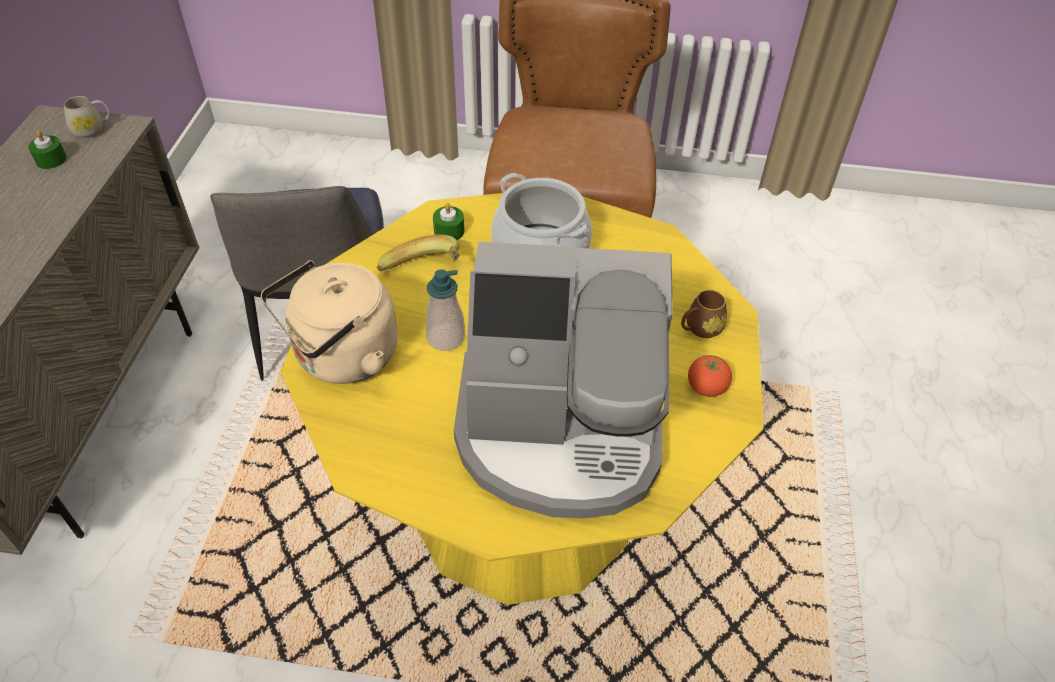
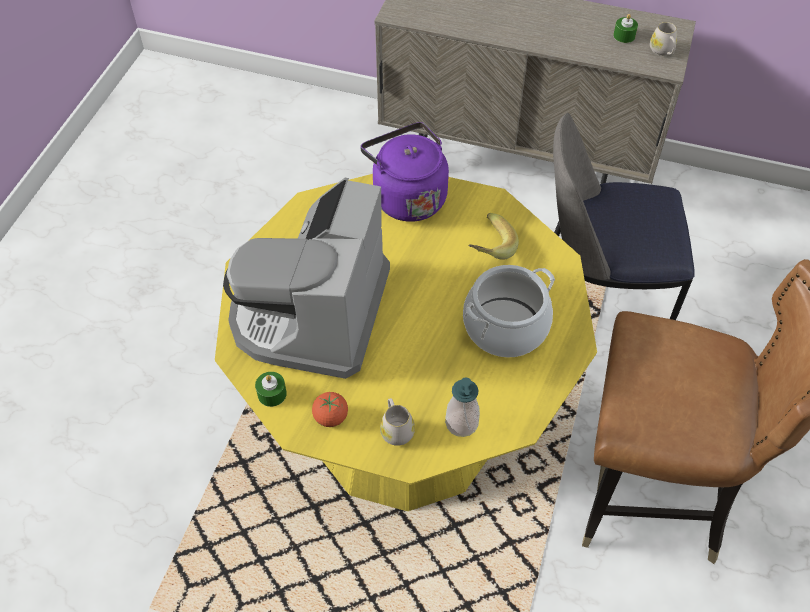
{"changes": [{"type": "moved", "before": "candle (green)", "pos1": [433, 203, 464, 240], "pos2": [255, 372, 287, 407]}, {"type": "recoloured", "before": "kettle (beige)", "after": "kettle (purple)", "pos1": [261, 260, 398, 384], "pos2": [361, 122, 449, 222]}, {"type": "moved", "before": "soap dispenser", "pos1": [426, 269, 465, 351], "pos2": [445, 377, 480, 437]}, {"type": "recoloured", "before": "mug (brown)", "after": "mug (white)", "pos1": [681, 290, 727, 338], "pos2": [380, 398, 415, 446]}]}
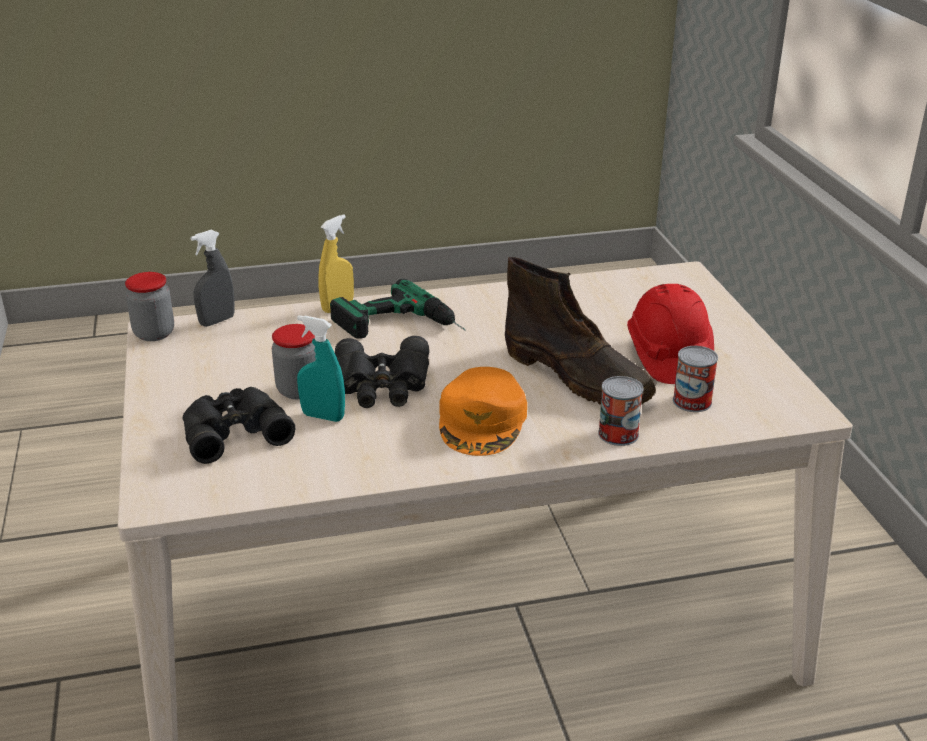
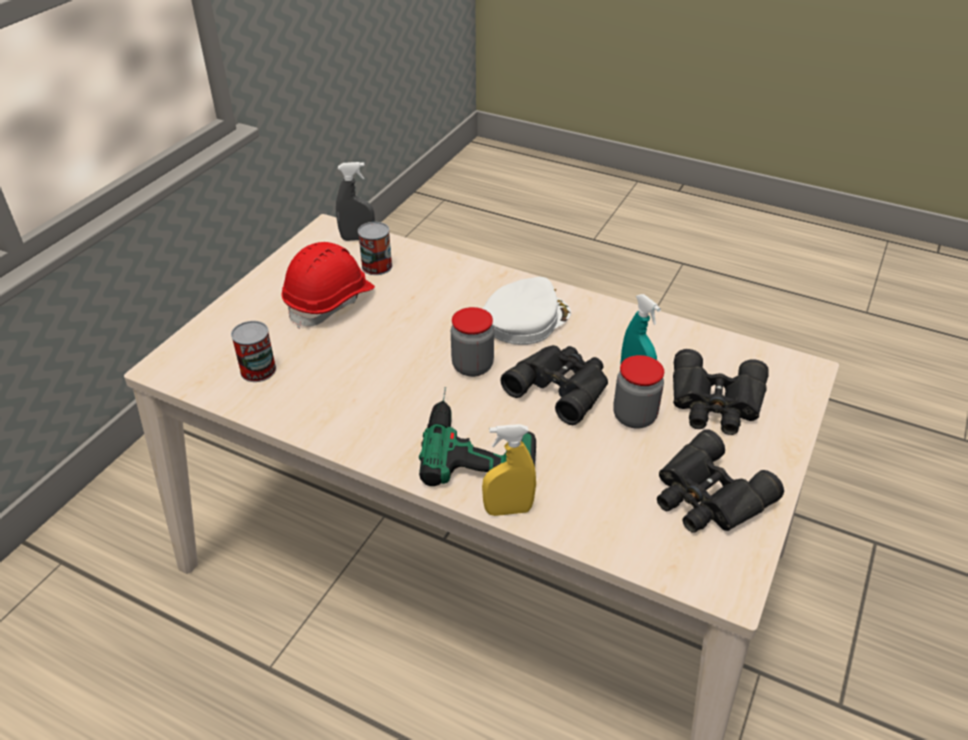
{"changes": [{"type": "moved", "before": "spray bottle (grey)", "pos1": [190, 230, 235, 327], "pos2": [336, 162, 375, 241]}, {"type": "removed", "before": "boot (brown)", "pos1": [505, 257, 656, 405]}, {"type": "moved", "before": "jar", "pos1": [125, 272, 174, 341], "pos2": [451, 307, 494, 377]}, {"type": "recoloured", "before": "cap (orange)", "after": "cap (white)", "pos1": [439, 367, 527, 456], "pos2": [482, 276, 571, 345]}, {"type": "moved", "before": "can", "pos1": [598, 376, 643, 446], "pos2": [231, 321, 276, 382]}, {"type": "added", "after": "binoculars (black)", "pos2": [657, 429, 784, 533]}]}
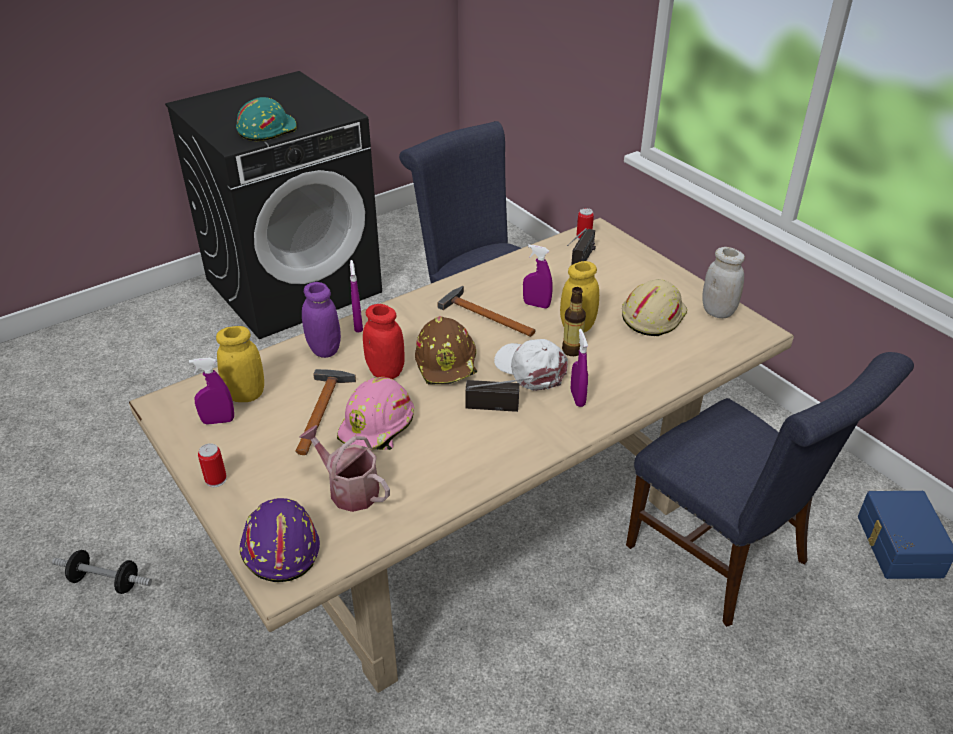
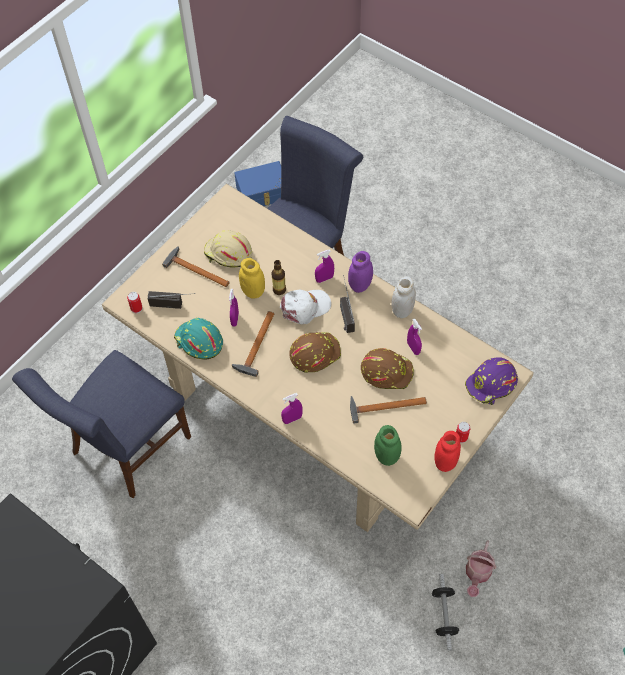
{"changes": [{"type": "moved", "before": "hard hat (turquoise)", "pos1": [236, 97, 297, 142], "pos2": [174, 318, 223, 360]}, {"type": "moved", "before": "jar (white)", "pos1": [702, 247, 745, 318], "pos2": [392, 276, 416, 318]}, {"type": "moved", "before": "jar (purple)", "pos1": [302, 282, 341, 358], "pos2": [348, 251, 373, 293]}, {"type": "moved", "before": "jar (red)", "pos1": [363, 304, 405, 379], "pos2": [434, 431, 461, 472]}, {"type": "recoloured", "before": "jar (yellow)", "after": "jar (green)", "pos1": [216, 326, 264, 402], "pos2": [374, 425, 402, 466]}, {"type": "turned", "before": "cap (white)", "pos1": [494, 339, 568, 391], "pos2": [280, 290, 331, 325], "turn": -150}, {"type": "moved", "before": "spray bottle (purple)", "pos1": [189, 358, 234, 425], "pos2": [407, 318, 422, 355]}, {"type": "recoloured", "before": "hard hat (pink)", "after": "hard hat (brown)", "pos1": [337, 377, 414, 450], "pos2": [361, 348, 414, 389]}, {"type": "moved", "before": "watering can", "pos1": [300, 425, 390, 512], "pos2": [466, 540, 496, 597]}, {"type": "added", "after": "hammer", "pos2": [162, 246, 230, 287]}]}
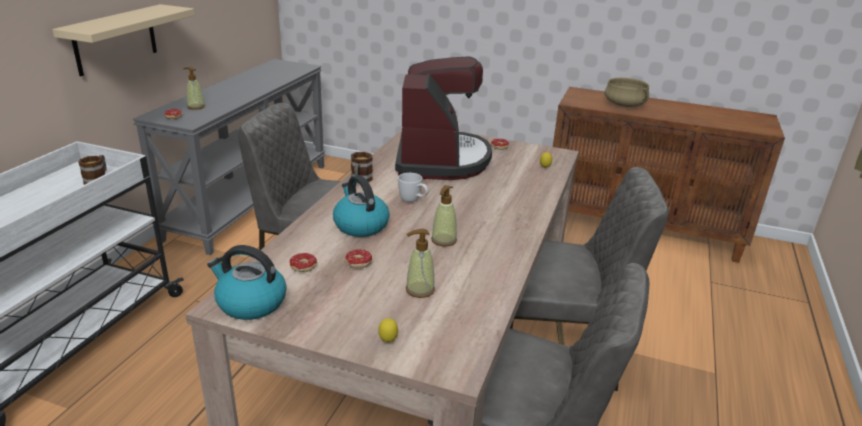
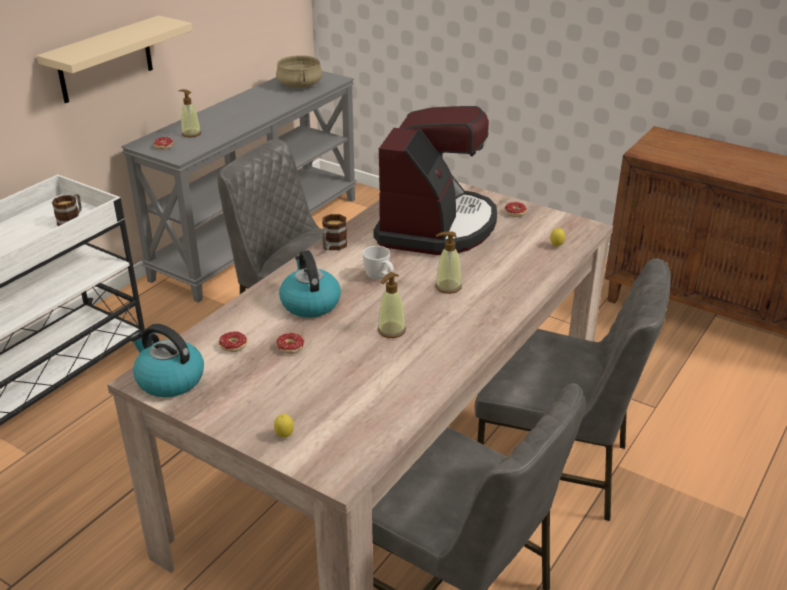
{"changes": [{"type": "moved", "before": "cooking pot (beige)", "pos1": [604, 78, 649, 107], "pos2": [276, 55, 322, 88]}, {"type": "moved", "before": "soap dispenser", "pos1": [406, 229, 435, 298], "pos2": [435, 231, 462, 294]}]}
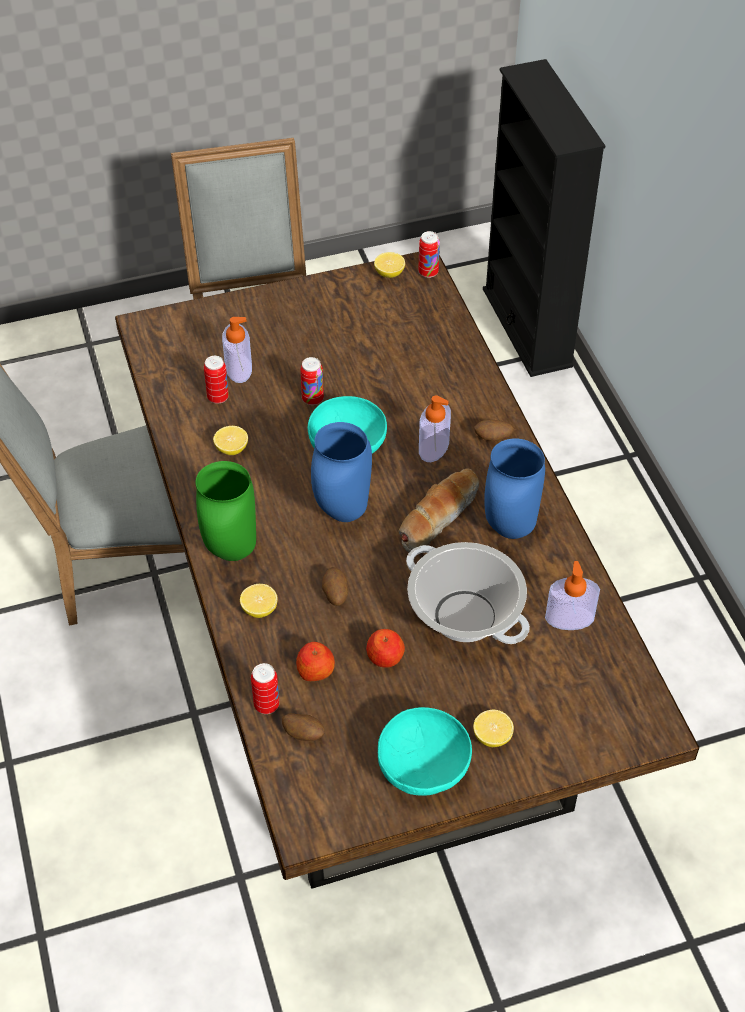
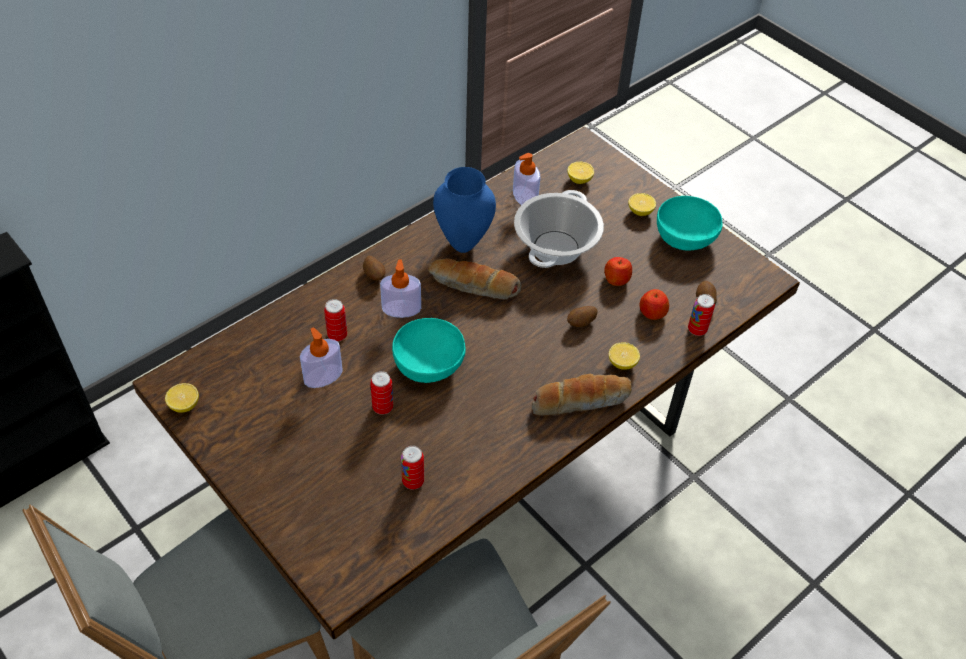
{"changes": [{"type": "moved", "before": "can", "pos1": [418, 231, 440, 278], "pos2": [324, 299, 347, 342]}, {"type": "moved", "before": "soap dispenser", "pos1": [222, 317, 252, 383], "pos2": [300, 328, 343, 388]}, {"type": "removed", "before": "vase (blue)", "pos1": [311, 422, 372, 522]}, {"type": "moved", "before": "lemon", "pos1": [213, 426, 248, 455], "pos2": [568, 162, 594, 184]}, {"type": "replaced", "before": "vase (green)", "after": "bread", "pos1": [195, 461, 256, 561], "pos2": [532, 374, 632, 416]}]}
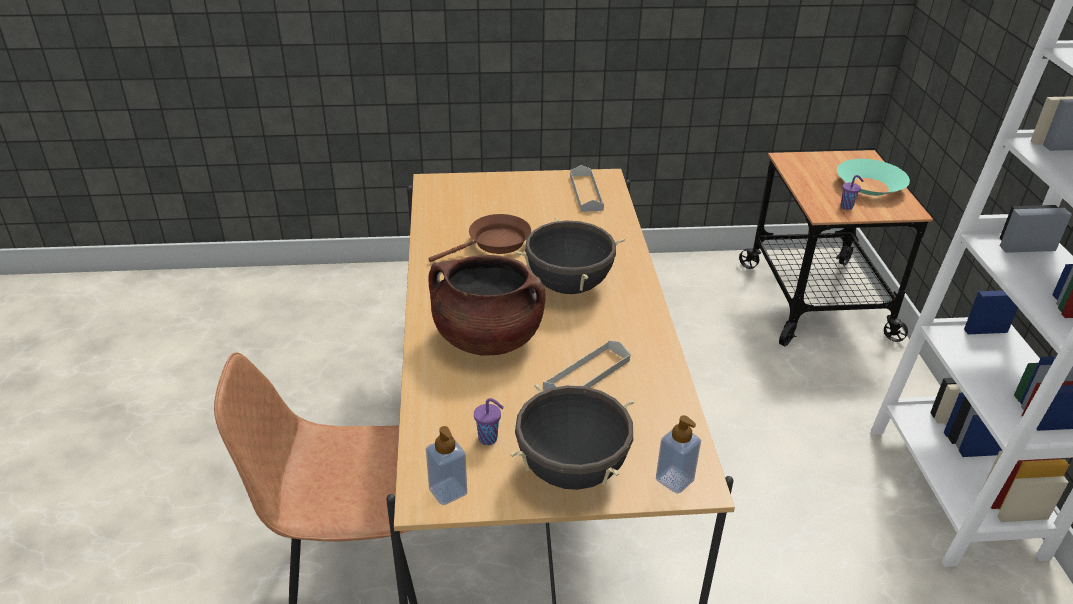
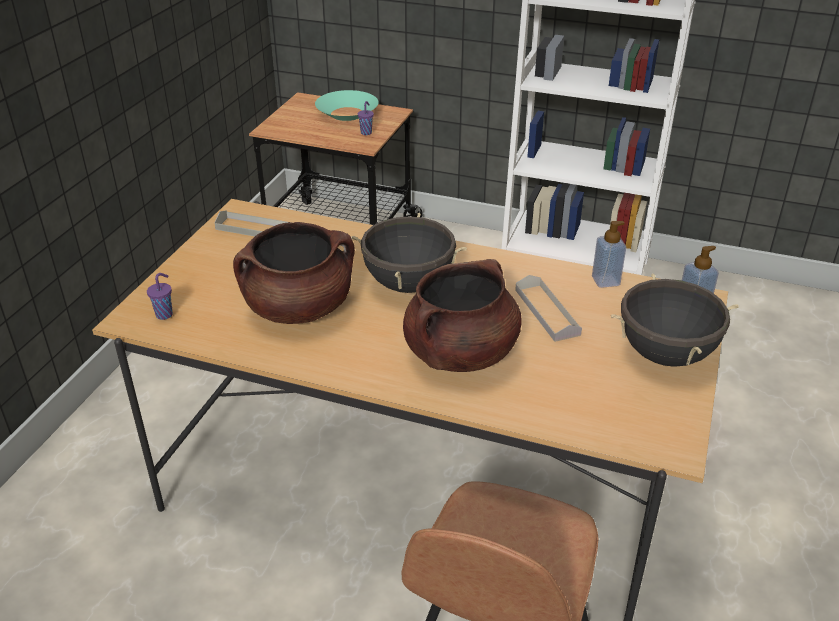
{"changes": [{"type": "replaced", "before": "frying pan (brown)", "after": "cooking pot (brown)", "pos1": [428, 214, 531, 262], "pos2": [233, 222, 355, 324]}, {"type": "moved", "before": "cup (purple)", "pos1": [474, 398, 504, 445], "pos2": [147, 273, 173, 320]}, {"type": "moved", "before": "soap dispenser", "pos1": [426, 426, 467, 505], "pos2": [592, 221, 626, 288]}]}
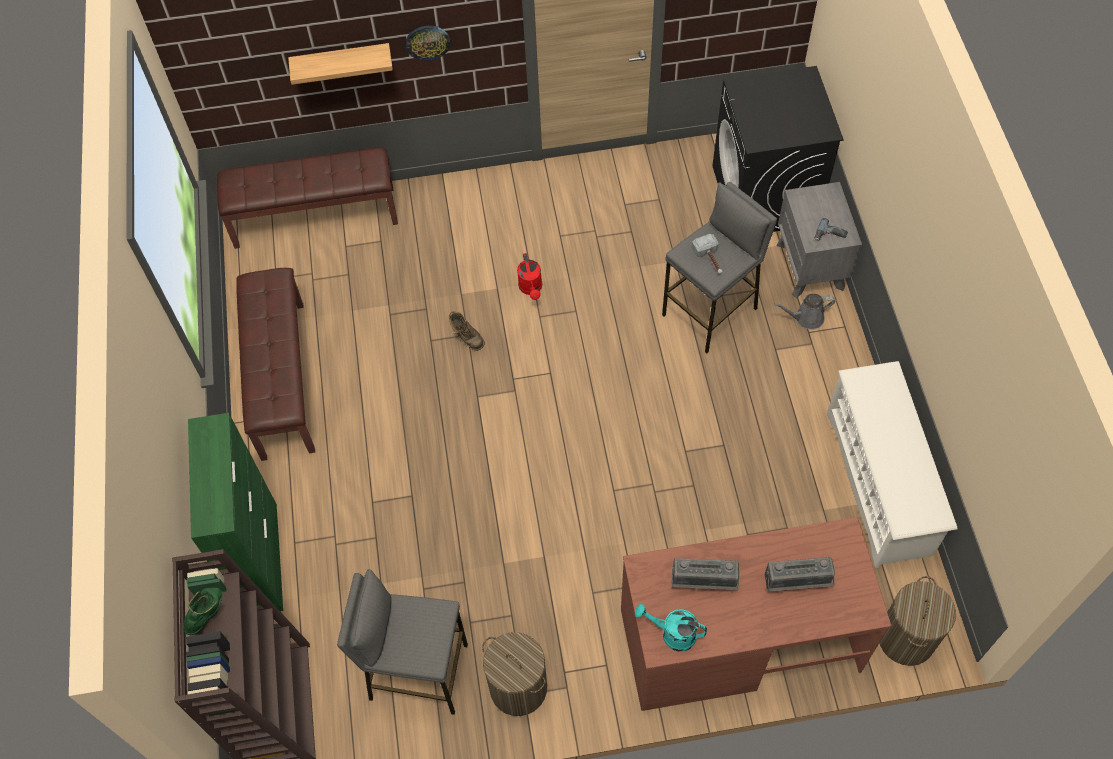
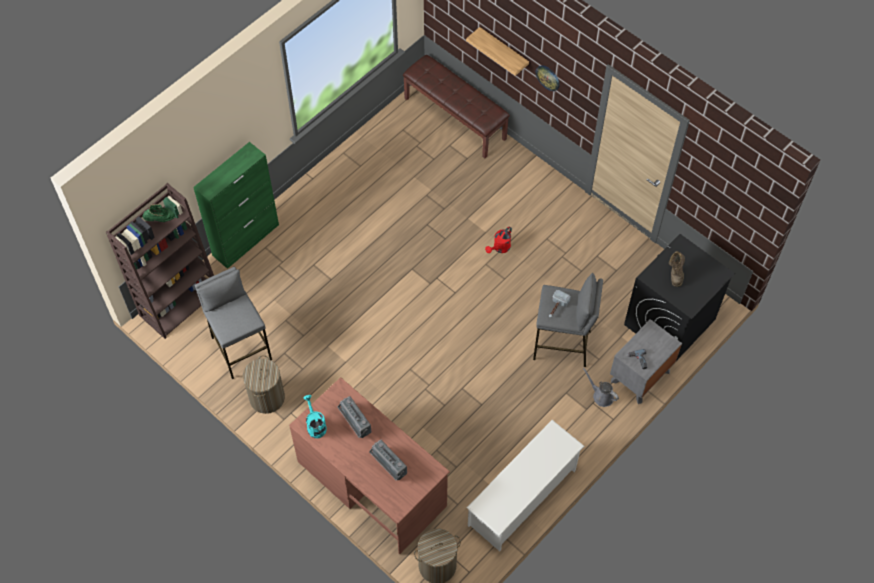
{"changes": [{"type": "removed", "before": "bench (brown)", "pos1": [236, 268, 315, 461]}, {"type": "moved", "before": "boot (brown)", "pos1": [449, 312, 485, 351], "pos2": [669, 251, 685, 287]}]}
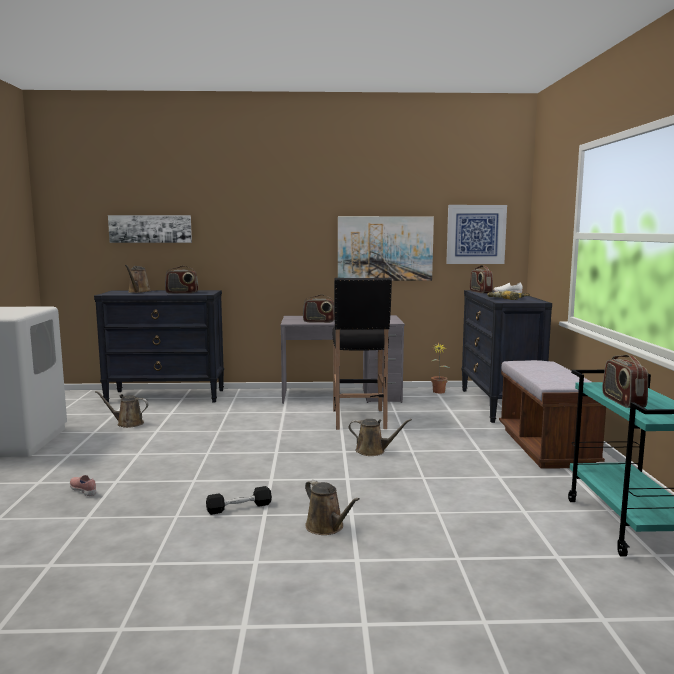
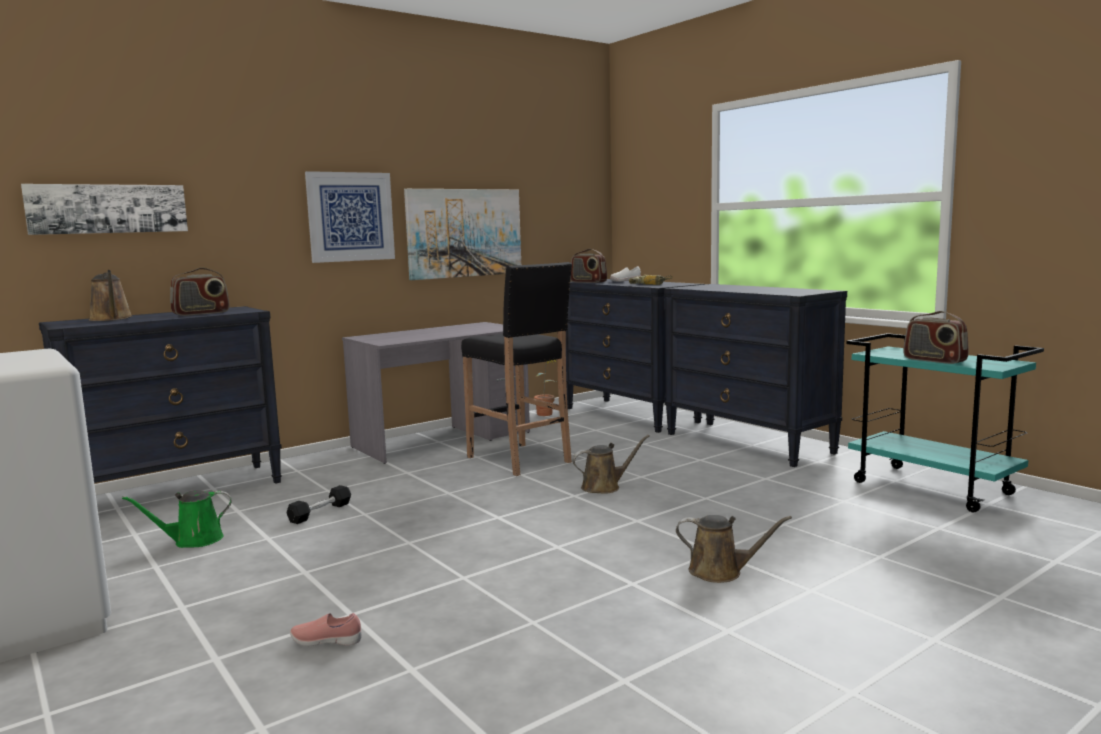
{"changes": [{"type": "moved", "before": "picture", "pos1": [446, 205, 507, 264], "pos2": [305, 171, 395, 263]}, {"type": "removed", "before": "radio", "pos1": [303, 294, 335, 323]}, {"type": "replaced", "before": "bench (brown)", "after": "dresser (black)", "pos1": [499, 360, 606, 469], "pos2": [664, 284, 847, 467]}, {"type": "recoloured", "before": "watering can (brown)", "after": "watering can (green)", "pos1": [95, 391, 149, 428], "pos2": [122, 490, 232, 548]}, {"type": "moved", "before": "dumbbell (black)", "pos1": [206, 486, 272, 515], "pos2": [286, 485, 351, 524]}]}
